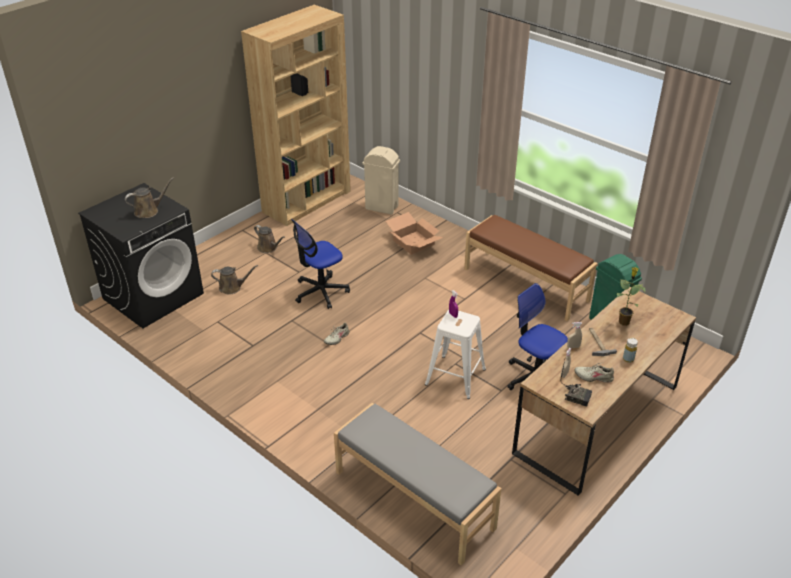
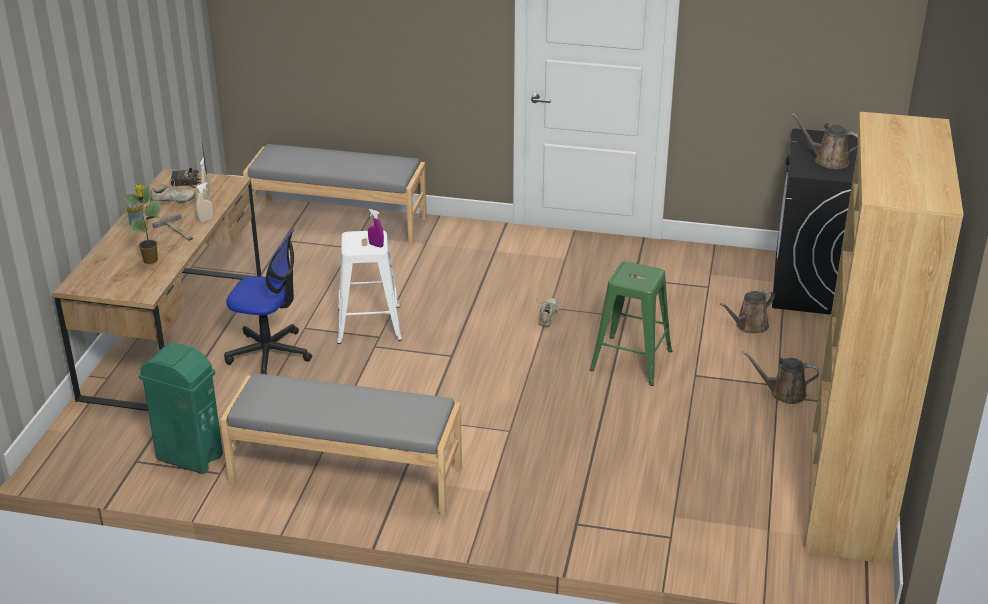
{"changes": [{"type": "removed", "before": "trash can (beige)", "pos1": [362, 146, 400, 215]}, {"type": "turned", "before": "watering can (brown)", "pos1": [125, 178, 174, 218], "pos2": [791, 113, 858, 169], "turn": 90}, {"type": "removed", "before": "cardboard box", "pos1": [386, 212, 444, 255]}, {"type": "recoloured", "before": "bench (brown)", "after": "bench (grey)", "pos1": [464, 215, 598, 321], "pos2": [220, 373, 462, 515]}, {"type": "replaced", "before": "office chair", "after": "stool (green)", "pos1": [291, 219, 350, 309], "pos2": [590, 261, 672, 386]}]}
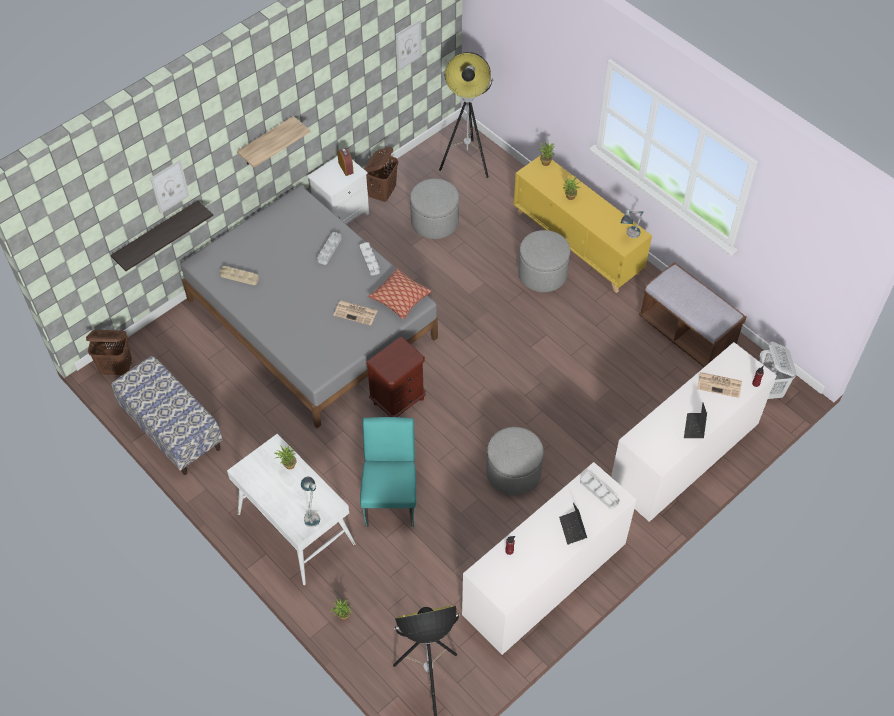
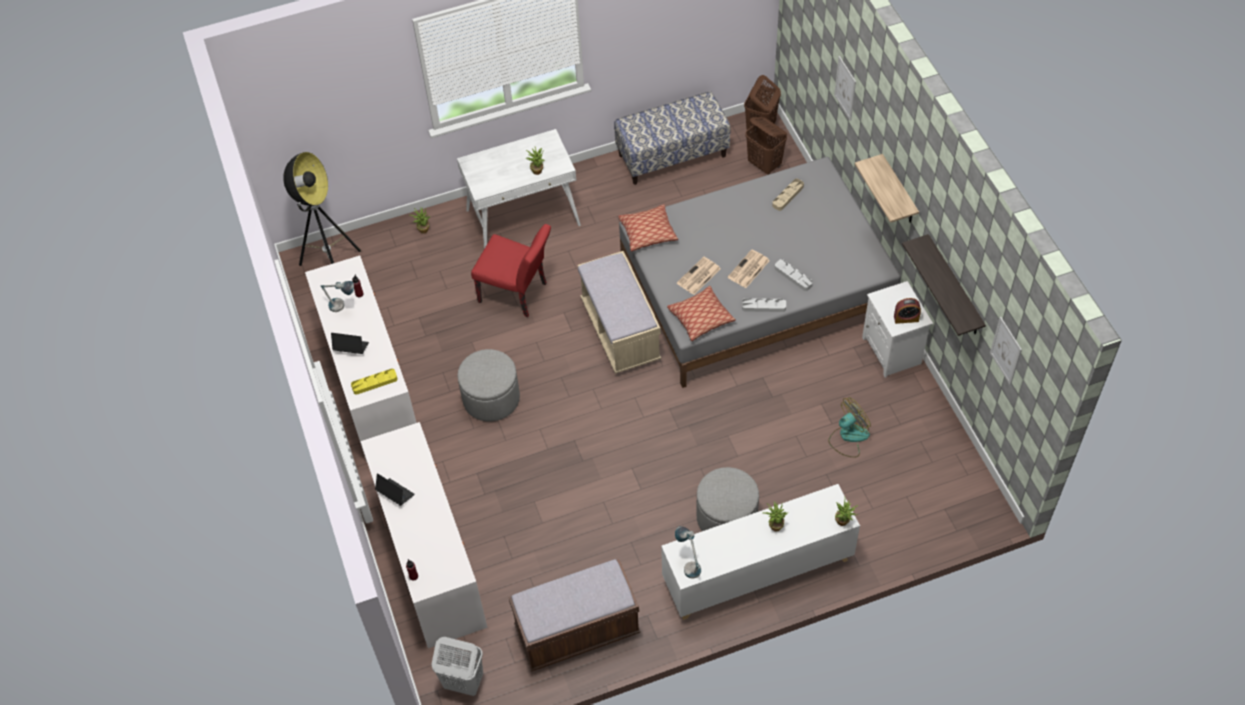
{"changes": [{"type": "removed", "before": "floor lamp", "pos1": [439, 52, 493, 178]}, {"type": "moved", "before": "laundry basket (brown)", "pos1": [364, 147, 398, 202], "pos2": [745, 117, 787, 175]}, {"type": "recoloured", "before": "cabinet (yellow)", "after": "cabinet (white)", "pos1": [514, 155, 652, 293], "pos2": [661, 484, 860, 620]}, {"type": "replaced", "before": "ottoman (grey)", "after": "fan", "pos1": [410, 179, 459, 239], "pos2": [828, 397, 871, 458]}, {"type": "moved", "before": "shelf", "pos1": [111, 200, 213, 271], "pos2": [902, 234, 986, 336]}, {"type": "replaced", "before": "nightstand (brown)", "after": "bench (beige)", "pos1": [366, 336, 426, 417], "pos2": [578, 251, 661, 374]}, {"type": "moved", "before": "newspaper", "pos1": [697, 372, 742, 398], "pos2": [728, 249, 770, 288]}, {"type": "recoloured", "before": "chair (turquoise)", "after": "chair (red)", "pos1": [360, 417, 416, 527], "pos2": [471, 224, 551, 317]}, {"type": "recoloured", "before": "tray (grey)", "after": "tray (yellow)", "pos1": [580, 473, 619, 509], "pos2": [351, 369, 398, 395]}, {"type": "moved", "before": "table lamp", "pos1": [301, 477, 320, 527], "pos2": [321, 281, 354, 312]}, {"type": "added", "after": "pillow", "pos2": [618, 204, 678, 251]}]}
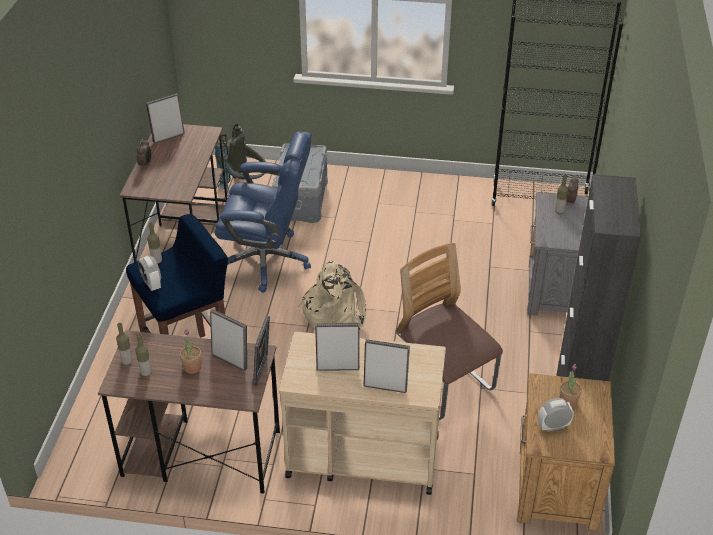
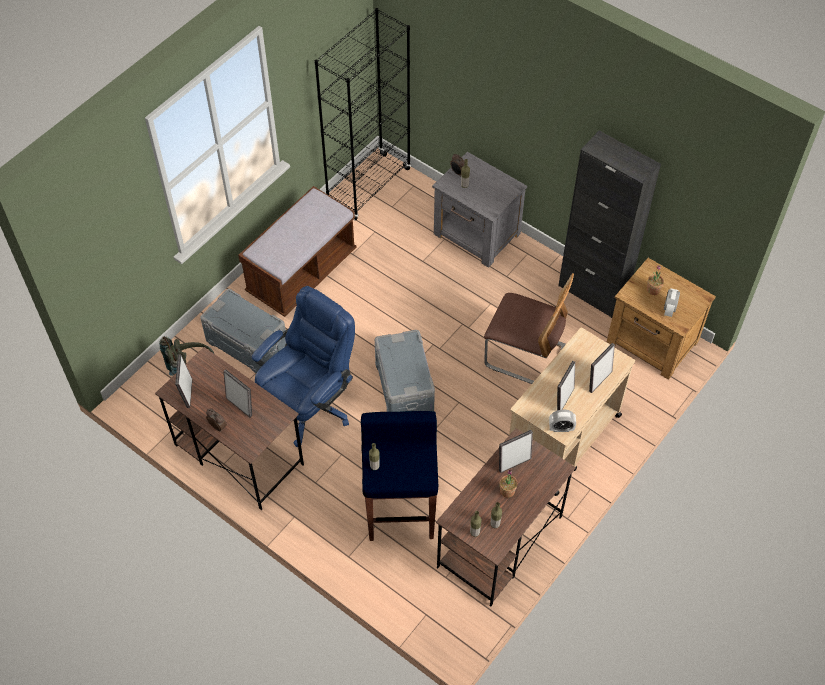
{"changes": [{"type": "turned", "before": "chair", "pos1": [396, 243, 503, 420], "pos2": [484, 273, 574, 384], "turn": -150}, {"type": "moved", "before": "alarm clock", "pos1": [138, 256, 161, 291], "pos2": [549, 410, 576, 432]}, {"type": "replaced", "before": "backpack (beige)", "after": "storage box (grey)", "pos1": [299, 261, 366, 330], "pos2": [375, 330, 435, 412]}, {"type": "moved", "before": "picture frame", "pos1": [253, 315, 270, 386], "pos2": [224, 369, 252, 417]}, {"type": "added", "after": "bench (brown)", "pos2": [238, 186, 357, 317]}]}
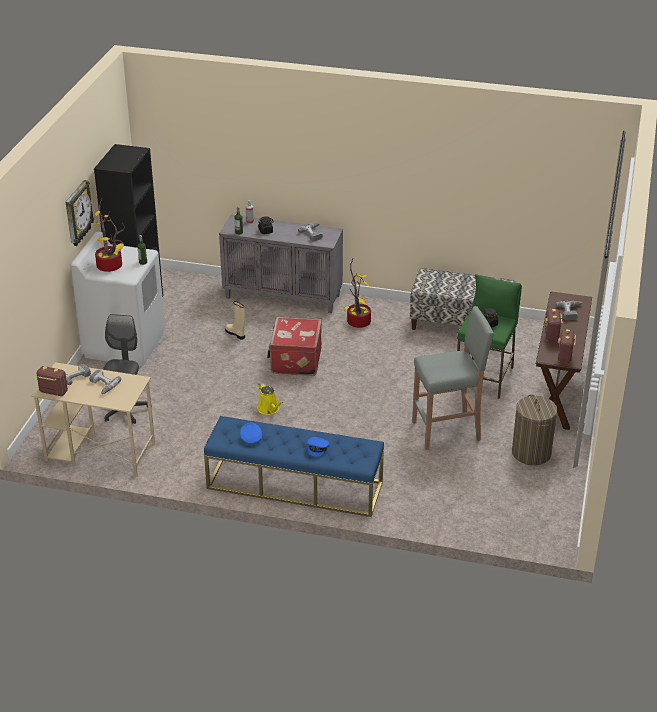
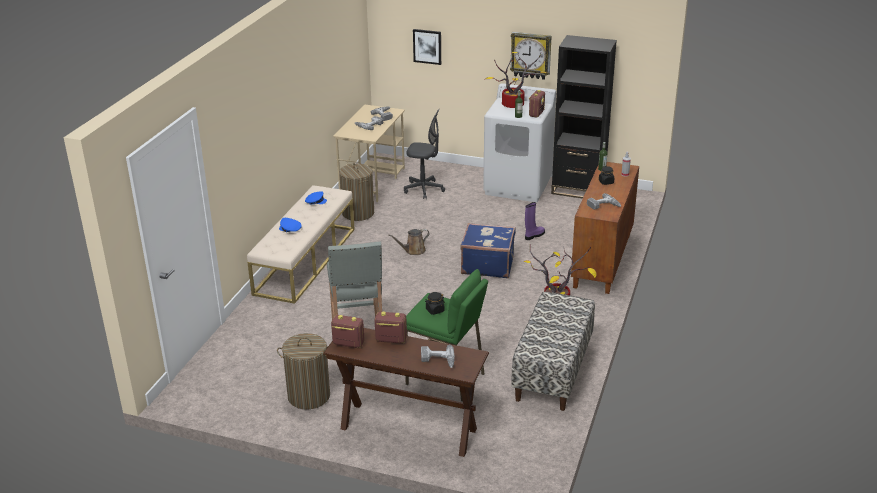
{"changes": [{"type": "recoloured", "before": "cabinet (grey)", "after": "cabinet (brown)", "pos1": [219, 215, 343, 313], "pos2": [571, 162, 639, 294]}, {"type": "recoloured", "before": "boot (beige)", "after": "boot (purple)", "pos1": [225, 301, 245, 340], "pos2": [525, 202, 545, 240]}, {"type": "recoloured", "before": "suitcase (red)", "after": "suitcase (blue)", "pos1": [267, 317, 322, 376], "pos2": [460, 223, 516, 278]}, {"type": "moved", "before": "radio", "pos1": [36, 366, 68, 396], "pos2": [529, 90, 545, 117]}, {"type": "recoloured", "before": "watering can (yellow)", "after": "watering can (brown)", "pos1": [257, 383, 283, 415], "pos2": [389, 229, 430, 255]}, {"type": "recoloured", "before": "bench (blue)", "after": "bench (beige)", "pos1": [204, 416, 384, 517], "pos2": [247, 185, 355, 304]}, {"type": "added", "after": "picture", "pos2": [413, 29, 441, 65]}, {"type": "added", "after": "laundry basket", "pos2": [339, 163, 374, 221]}]}
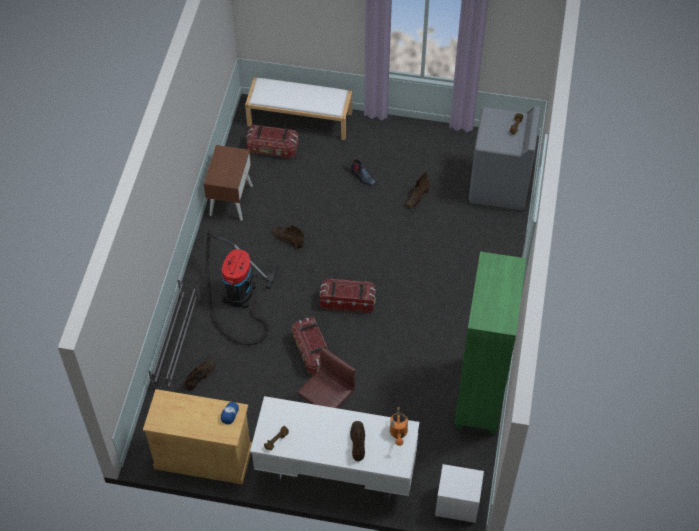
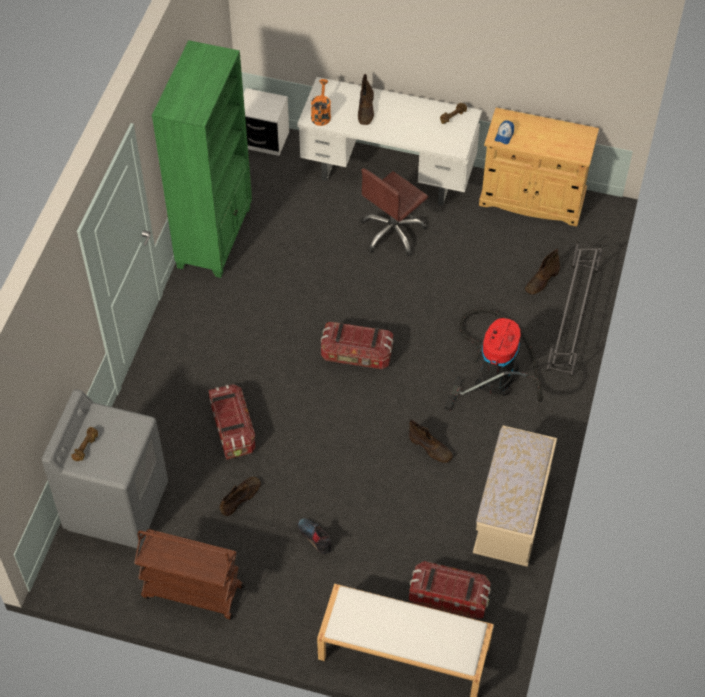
{"changes": [{"type": "replaced", "before": "nightstand (brown)", "after": "bench (beige)", "pos1": [204, 145, 253, 221], "pos2": [473, 426, 557, 567]}, {"type": "moved", "before": "storage box", "pos1": [292, 317, 329, 375], "pos2": [209, 384, 256, 459]}, {"type": "added", "after": "cart (brown)", "pos2": [134, 529, 244, 620]}]}
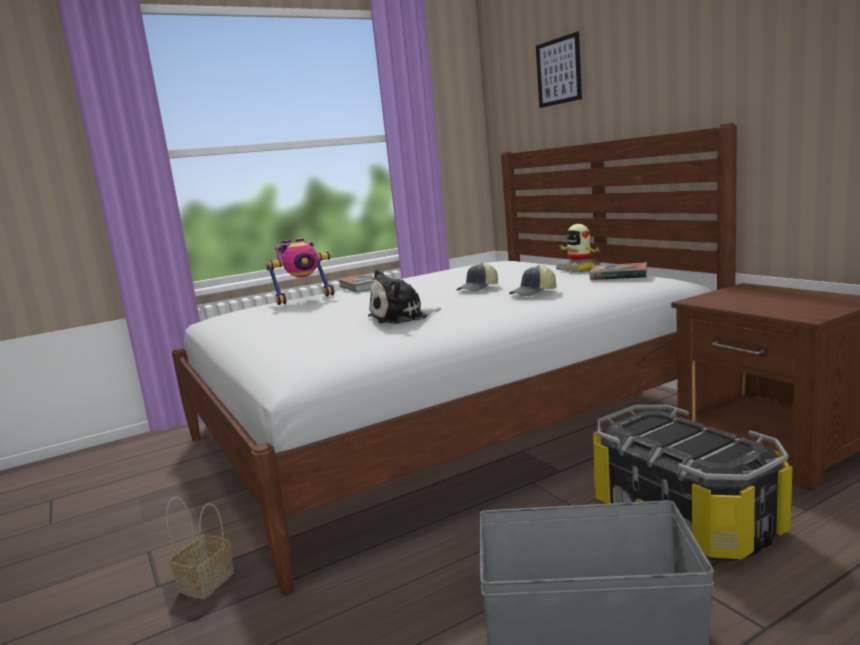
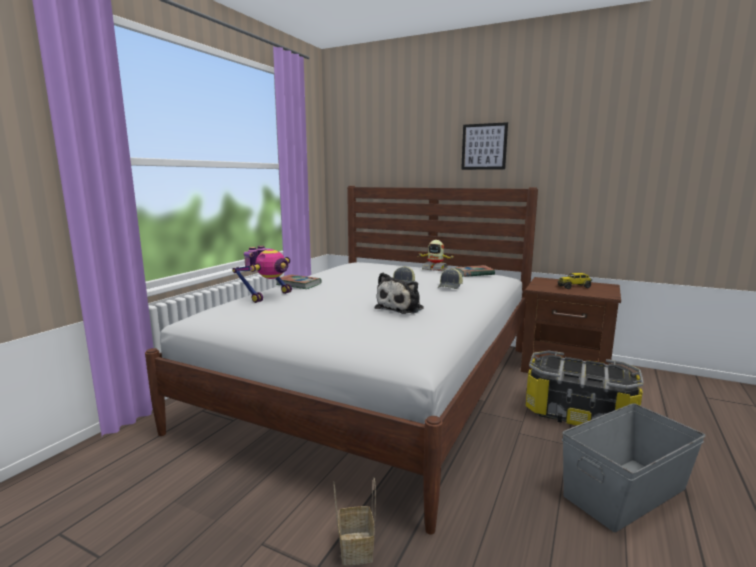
{"changes": [{"type": "moved", "before": "picture", "pos1": [536, 32, 582, 108], "pos2": [461, 122, 508, 170]}, {"type": "added", "after": "toy truck", "pos2": [557, 273, 592, 289]}]}
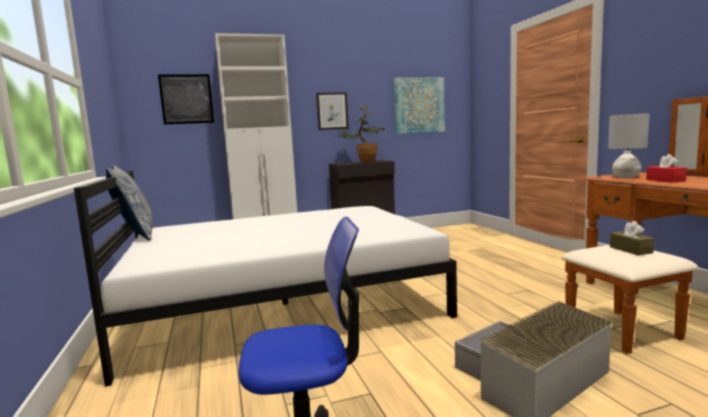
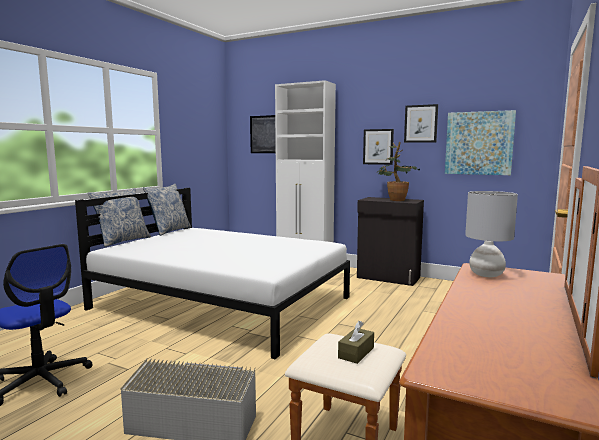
{"changes": [{"type": "removed", "before": "tissue box (red)", "pos1": [646, 154, 687, 183]}, {"type": "added", "after": "picture", "pos2": [404, 104, 438, 143]}, {"type": "added", "after": "pillow", "pos2": [88, 188, 151, 247]}]}
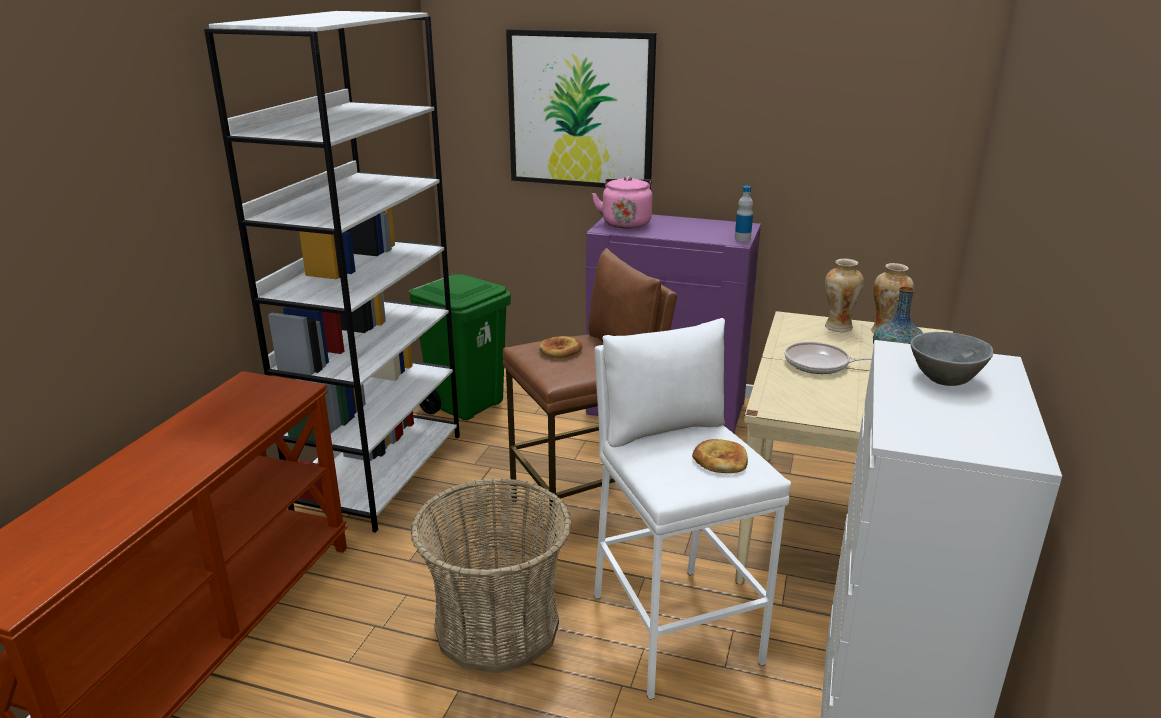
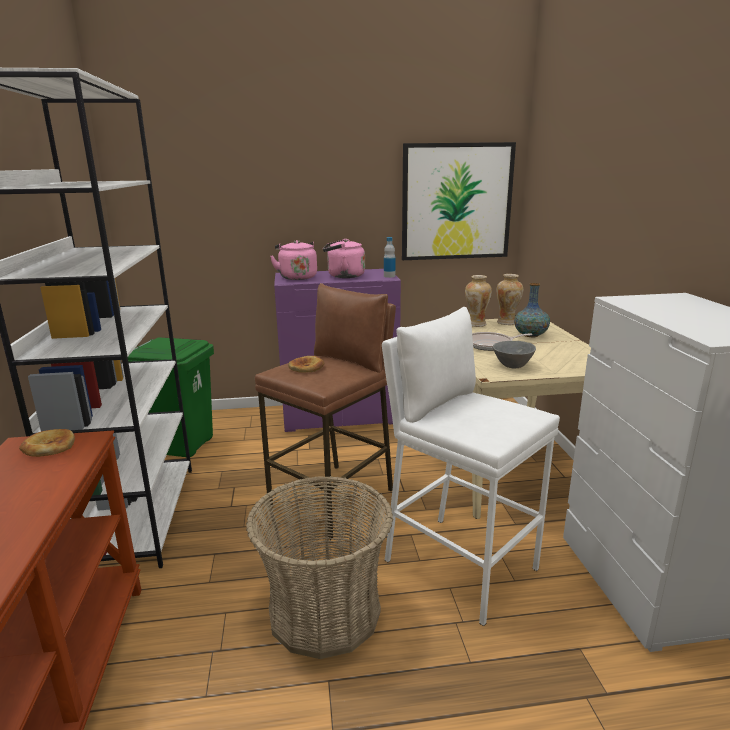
{"changes": [{"type": "moved", "before": "picture", "pos1": [506, 29, 656, 190], "pos2": [402, 142, 516, 260]}, {"type": "moved", "before": "bowl (grey)", "pos1": [911, 332, 993, 386], "pos2": [493, 341, 536, 368]}, {"type": "moved", "before": "bread", "pos1": [692, 439, 748, 473], "pos2": [19, 429, 75, 457]}, {"type": "added", "after": "kettle (pink)", "pos2": [323, 239, 365, 278]}]}
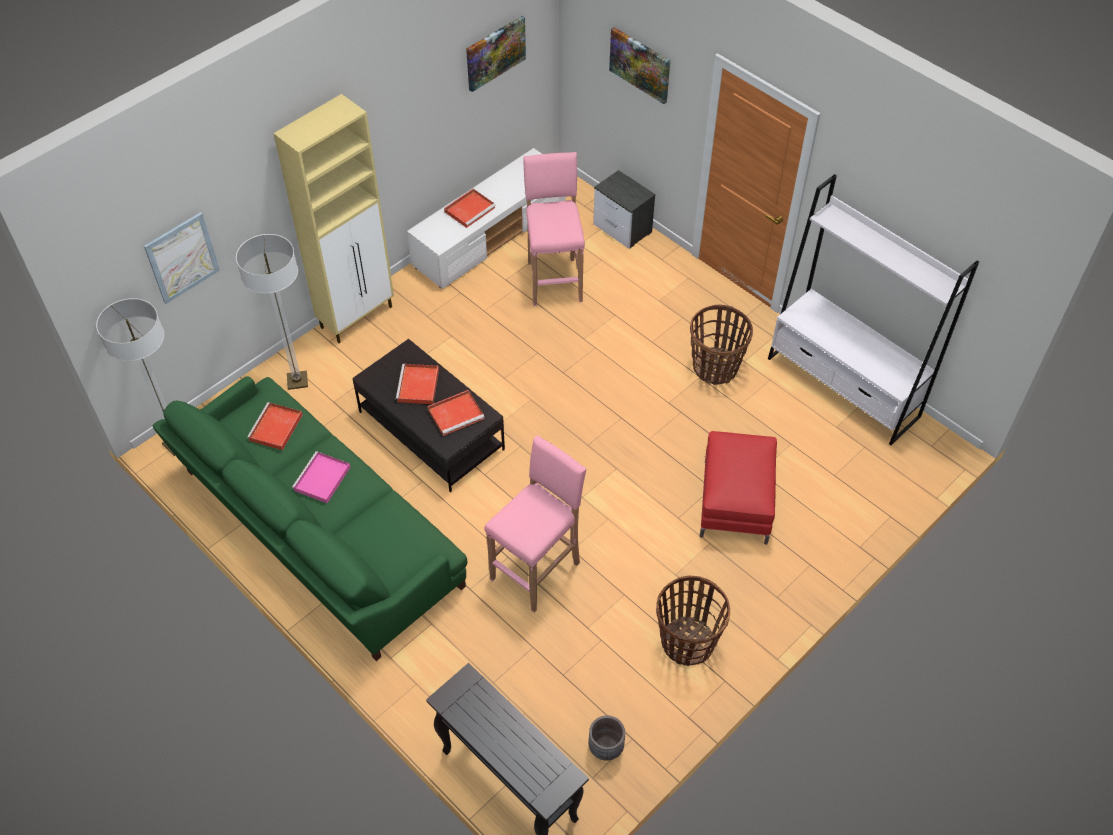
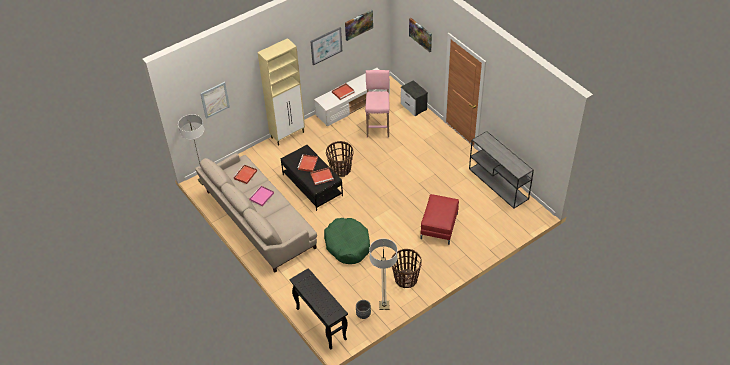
{"changes": [{"type": "replaced", "before": "bookcase (white)", "after": "console table (grey)", "pos1": [768, 174, 979, 445], "pos2": [469, 131, 534, 209]}, {"type": "moved", "before": "floor lamp", "pos1": [236, 234, 308, 390], "pos2": [369, 239, 397, 310]}, {"type": "moved", "before": "basket", "pos1": [690, 305, 753, 385], "pos2": [326, 141, 353, 177]}, {"type": "recoloured", "before": "sofa (green)", "after": "sofa (beige)", "pos1": [153, 376, 467, 661], "pos2": [195, 153, 317, 273]}, {"type": "replaced", "before": "stool (pink)", "after": "dog bed (green)", "pos1": [484, 435, 586, 612], "pos2": [324, 218, 370, 264]}, {"type": "added", "after": "picture", "pos2": [310, 27, 342, 65]}]}
